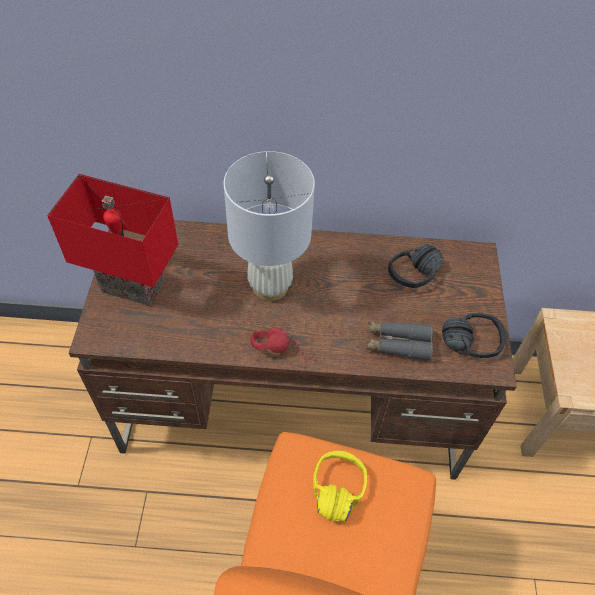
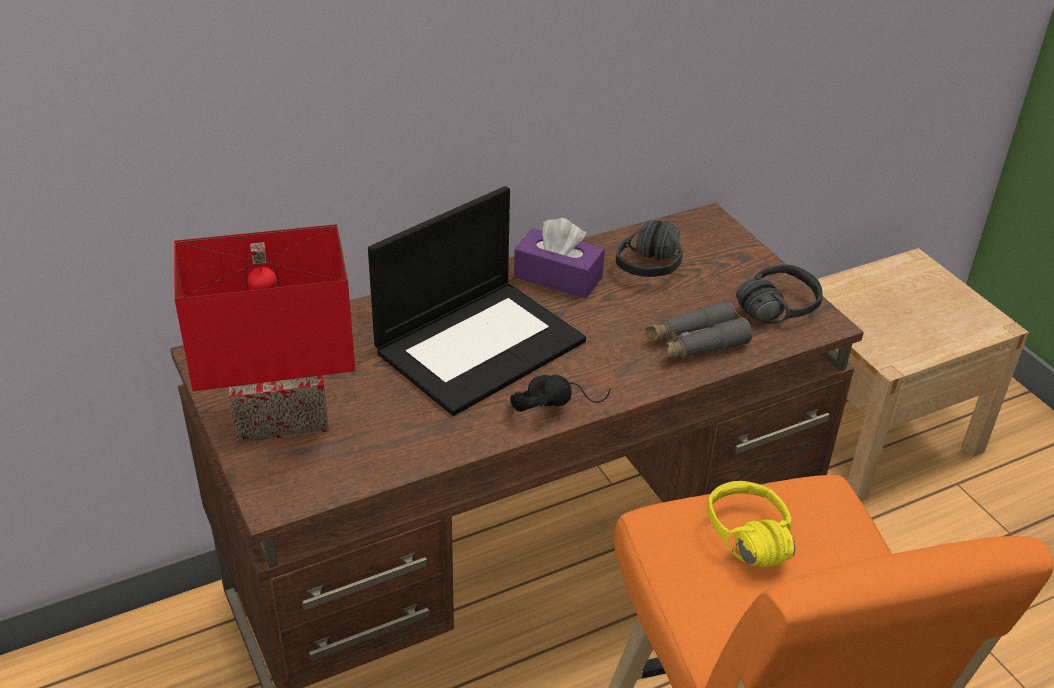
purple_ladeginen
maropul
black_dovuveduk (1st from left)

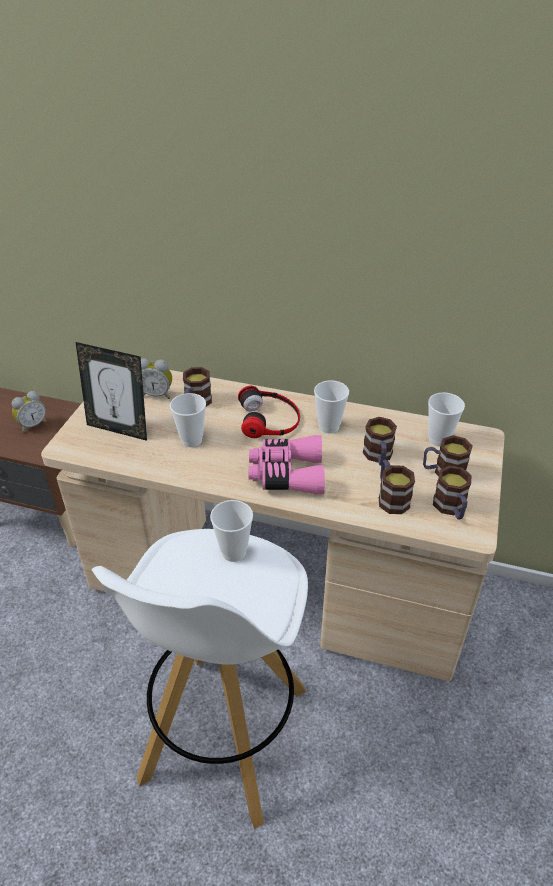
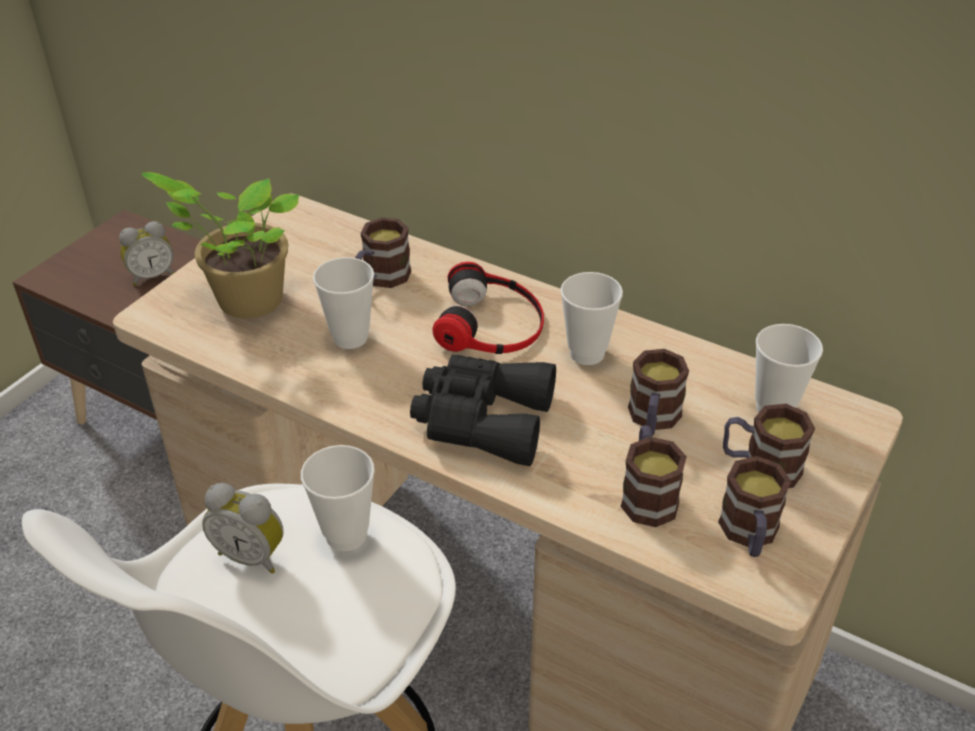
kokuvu (2nd from left)
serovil
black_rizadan

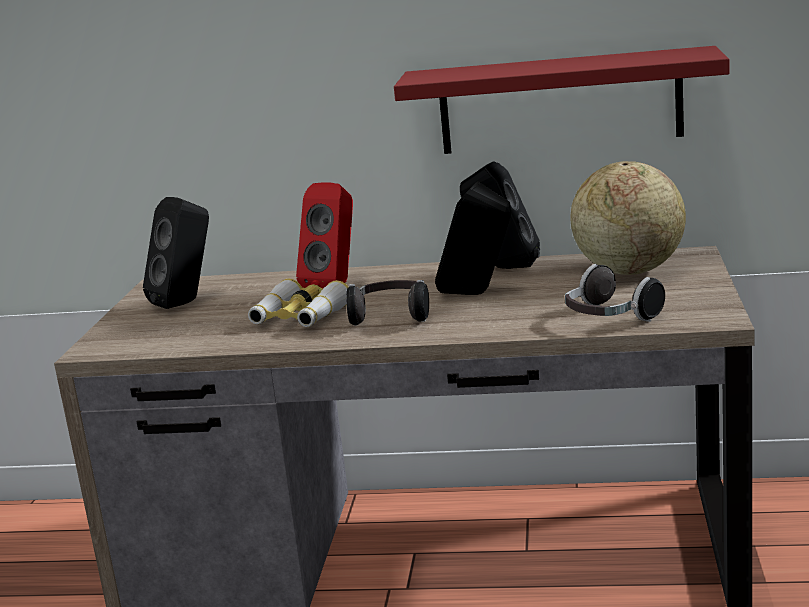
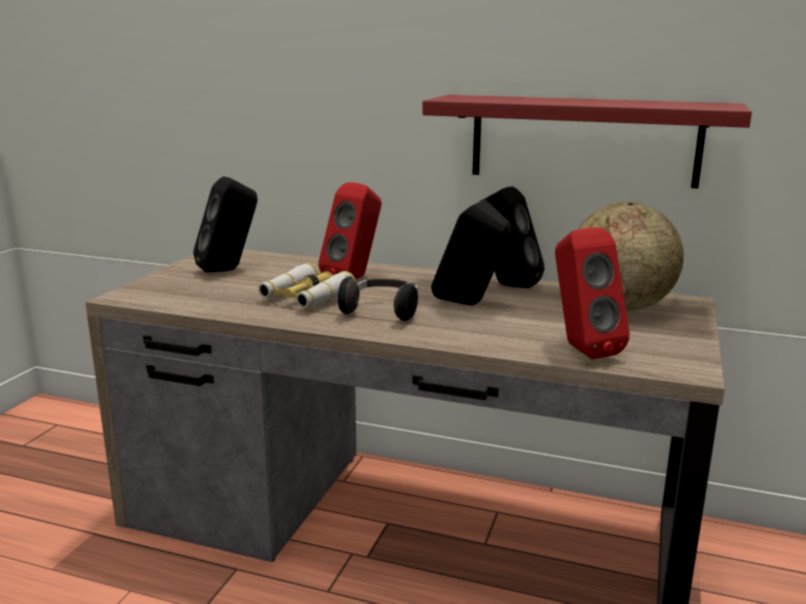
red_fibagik (2nd from left)

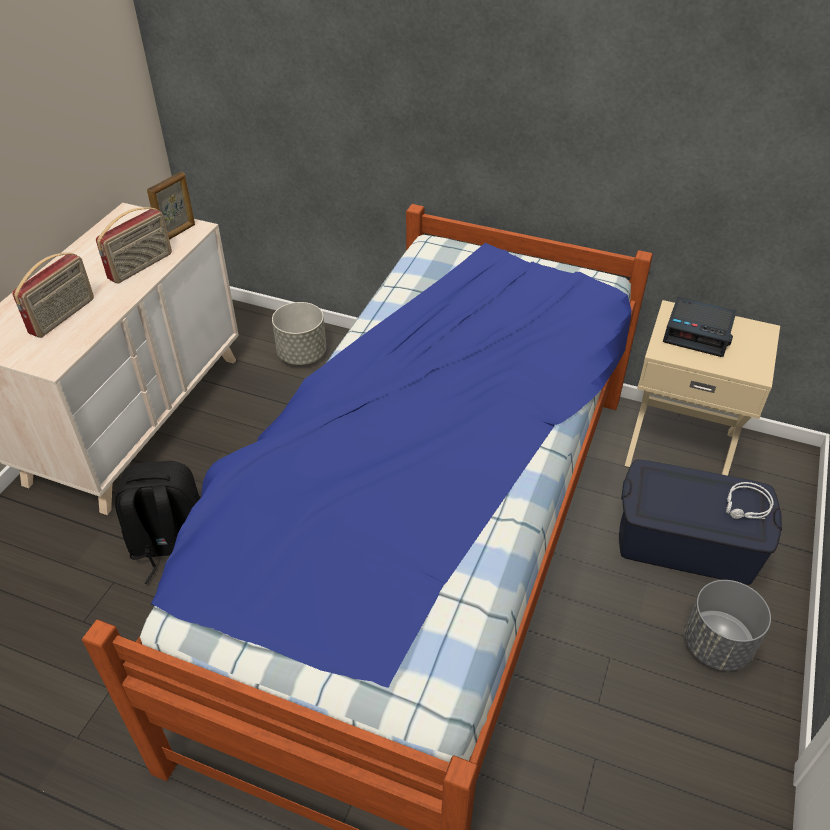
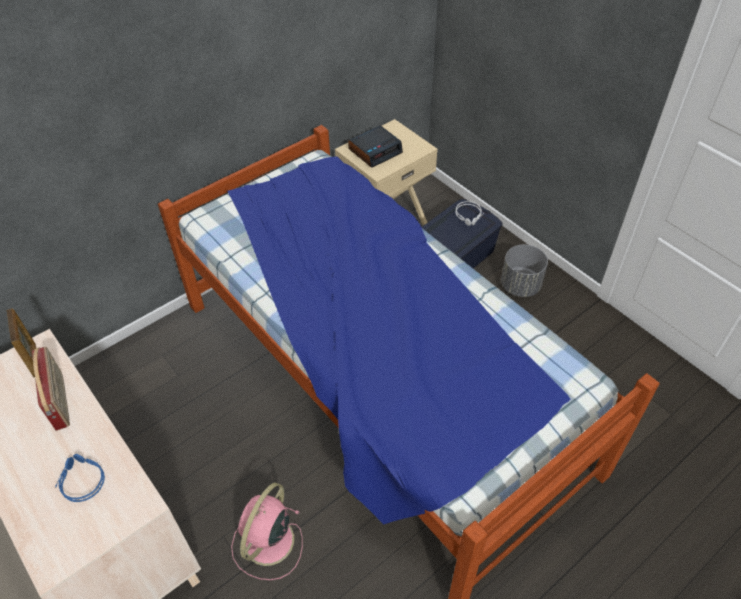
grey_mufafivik (1st from left in the first image)
blue_dovuveduk
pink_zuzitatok

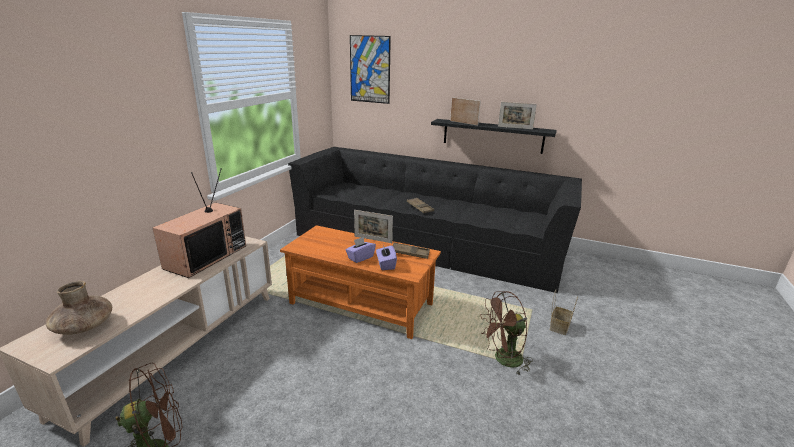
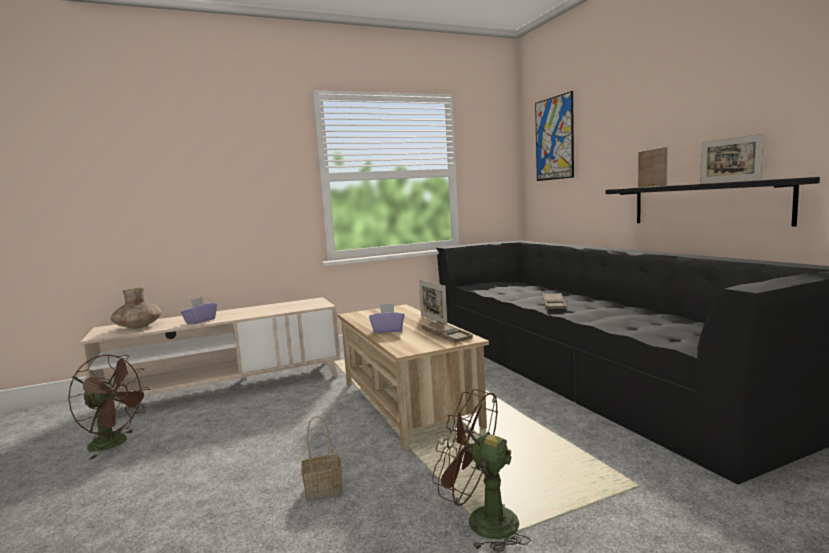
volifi
purple_ladeginen (1st from left)
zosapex
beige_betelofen

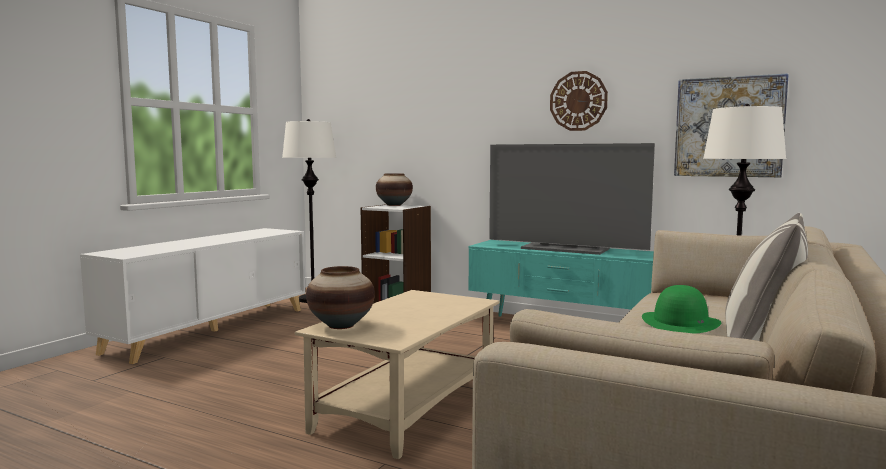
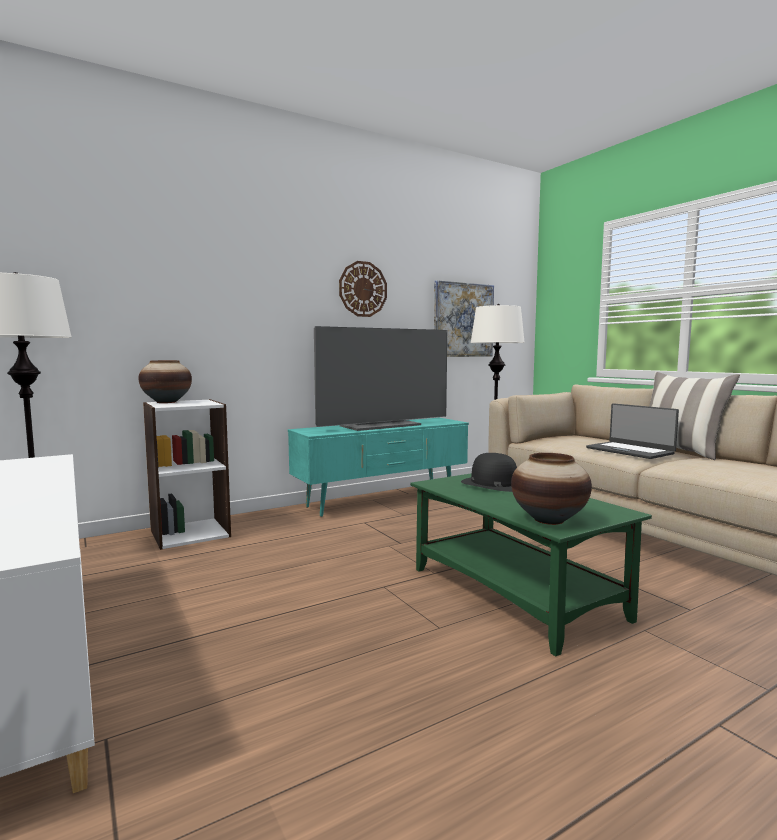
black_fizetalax
maropul
green_betelofen

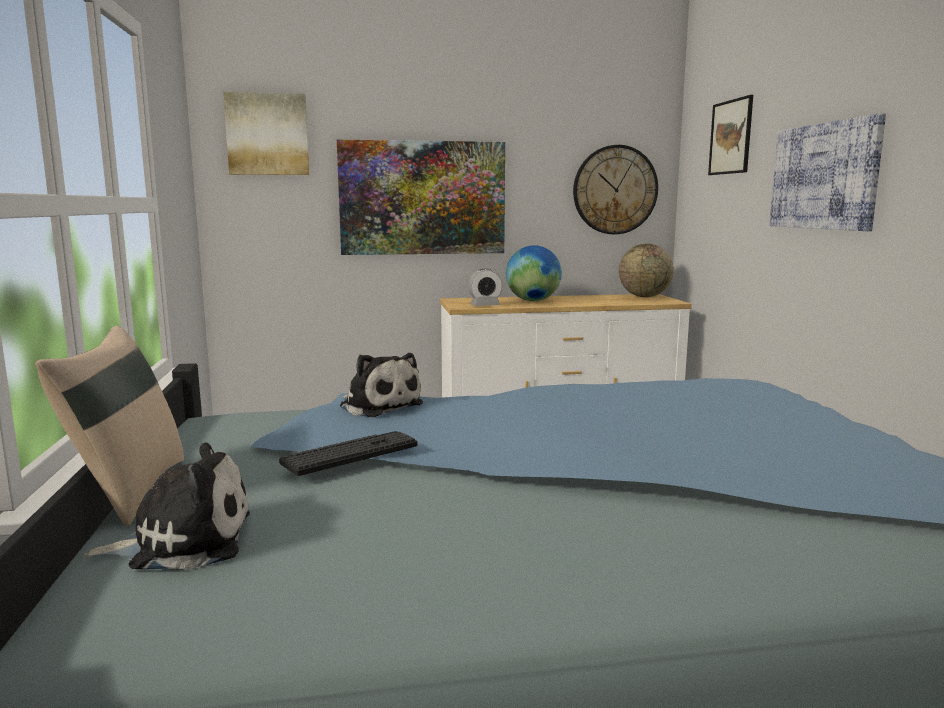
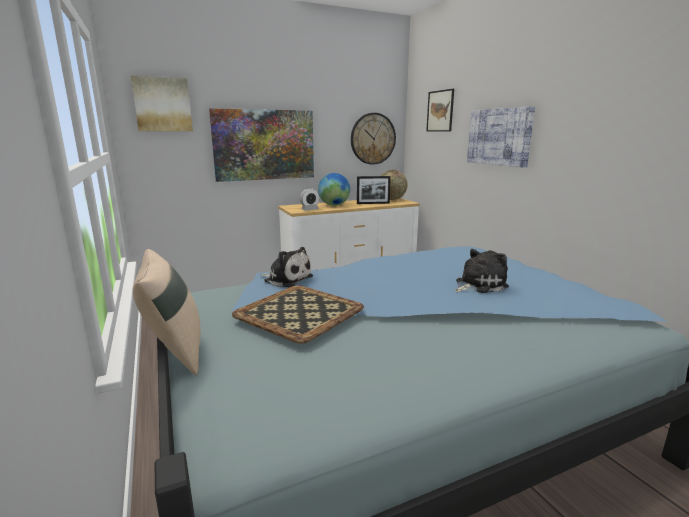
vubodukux
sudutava (2nd from left)
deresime

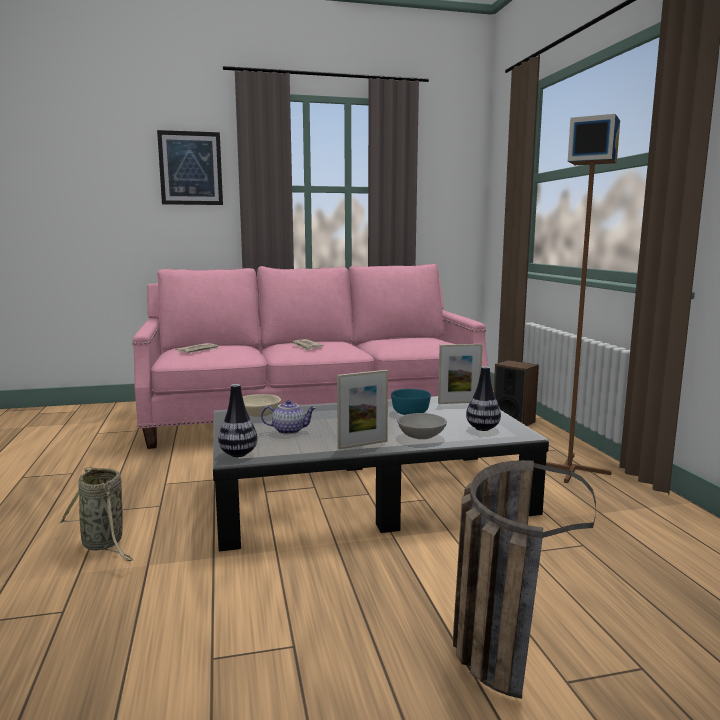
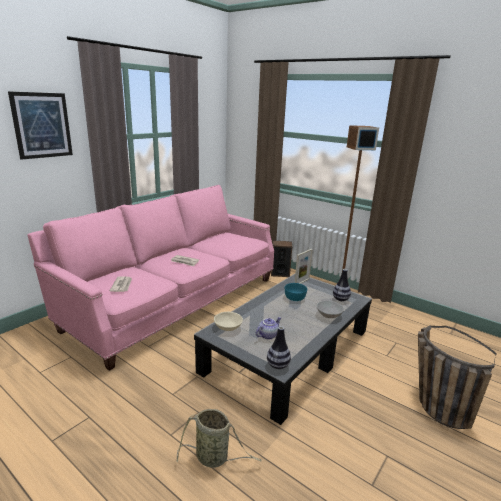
vubodukux (1st from left in the first image)

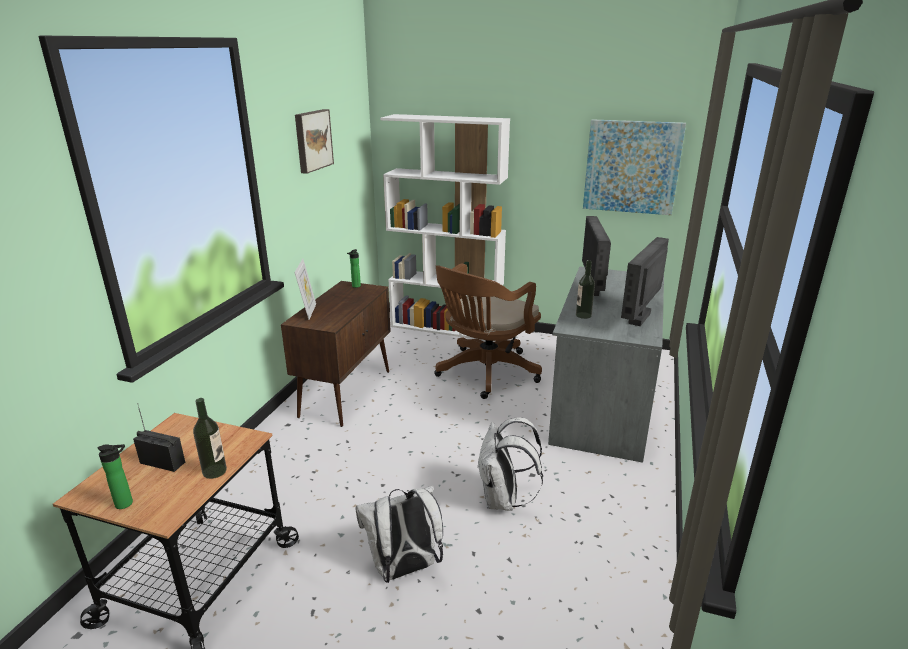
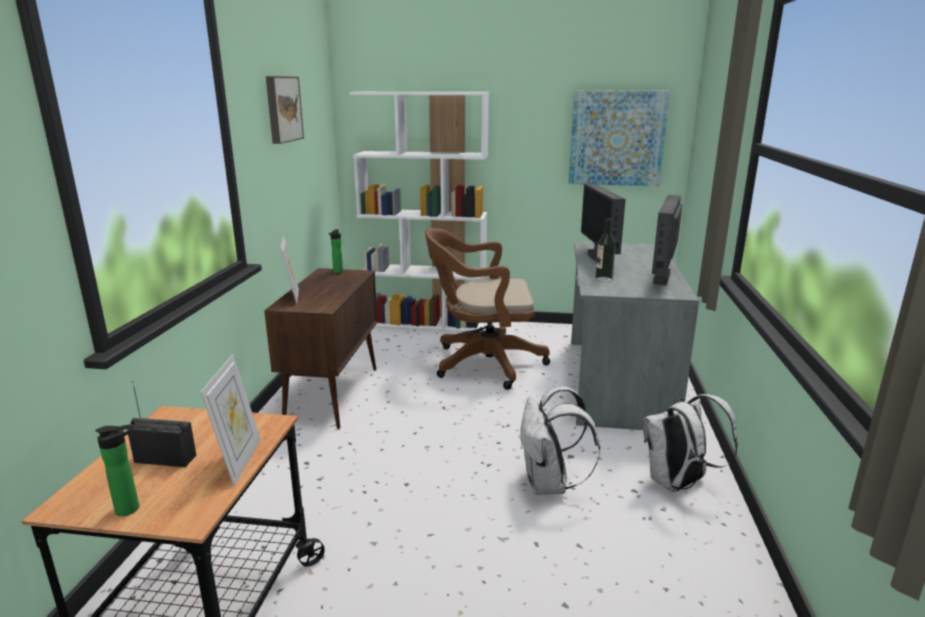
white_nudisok (2nd from left)
vubodukux (1st from left)
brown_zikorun

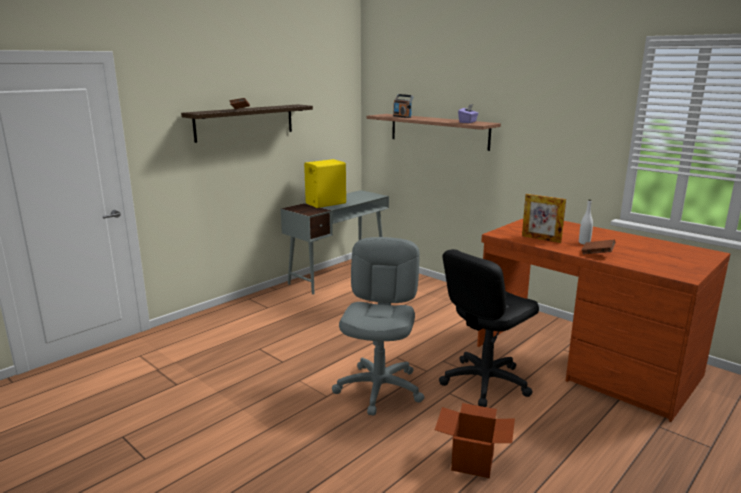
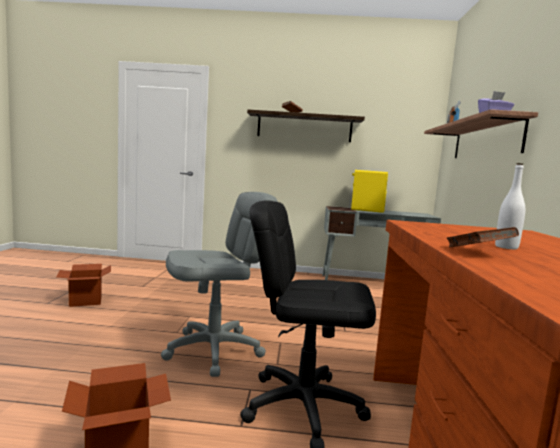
vubodukux
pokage (1st from left)

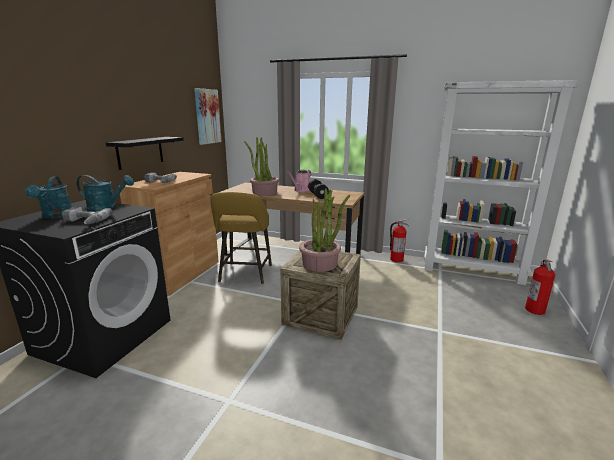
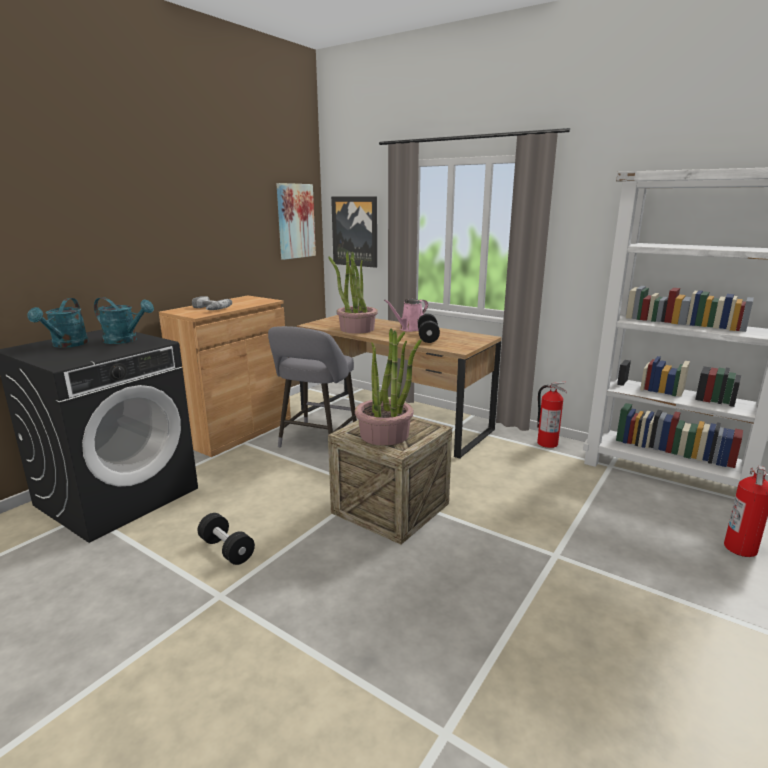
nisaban (1st from left in the first image)
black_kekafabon
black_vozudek (1st from left)
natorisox (2nd from left)
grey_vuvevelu

